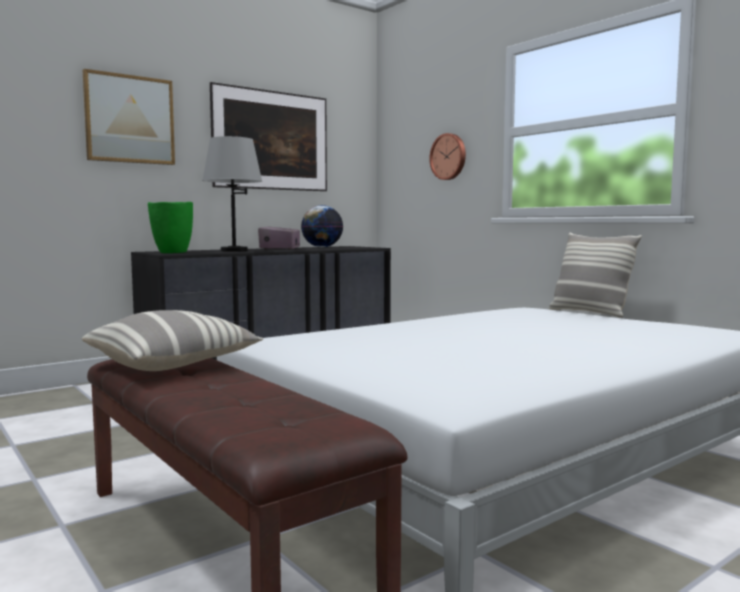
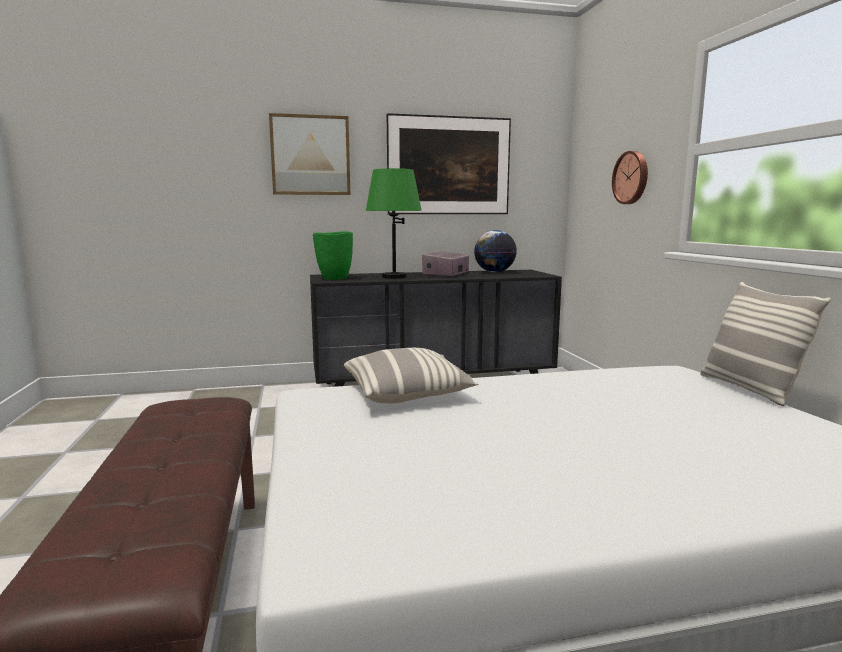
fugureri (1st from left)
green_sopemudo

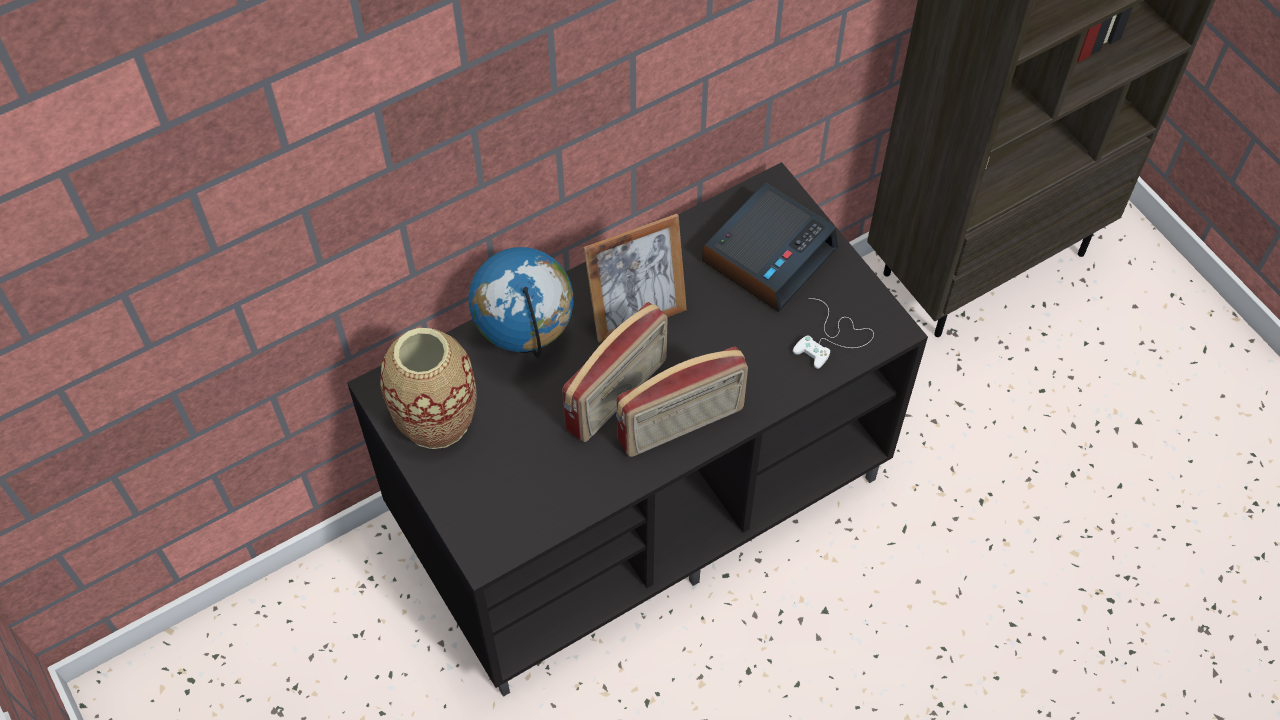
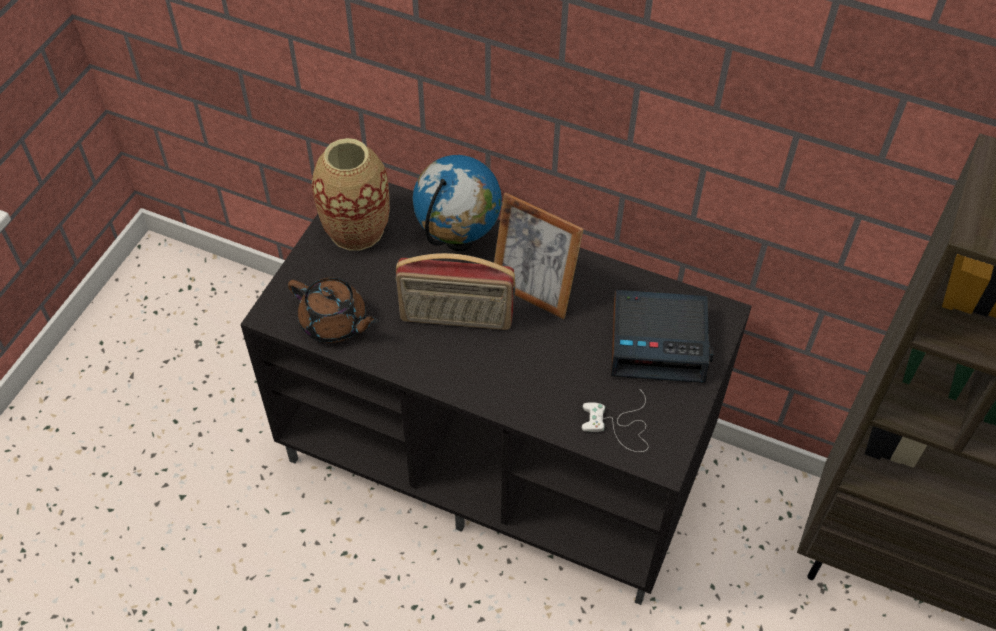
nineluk (2nd from left in the first image)
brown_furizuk

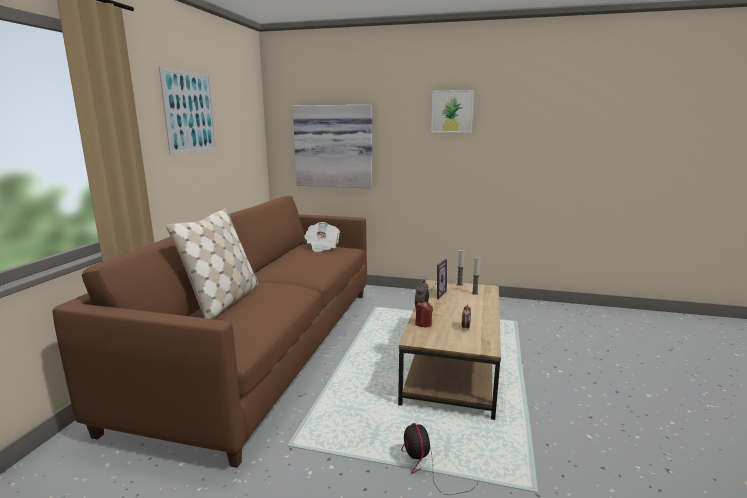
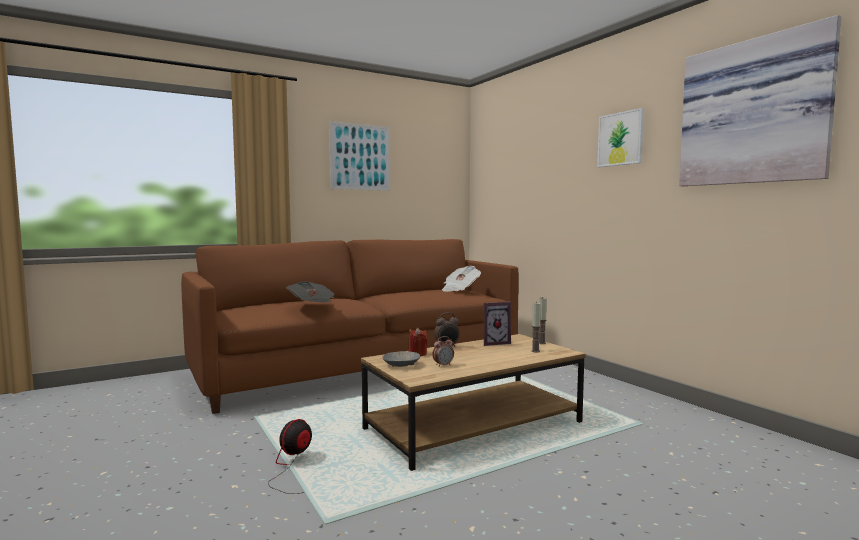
beige_fugureri
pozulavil (1st from left)
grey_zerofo
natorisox (3rd from left)

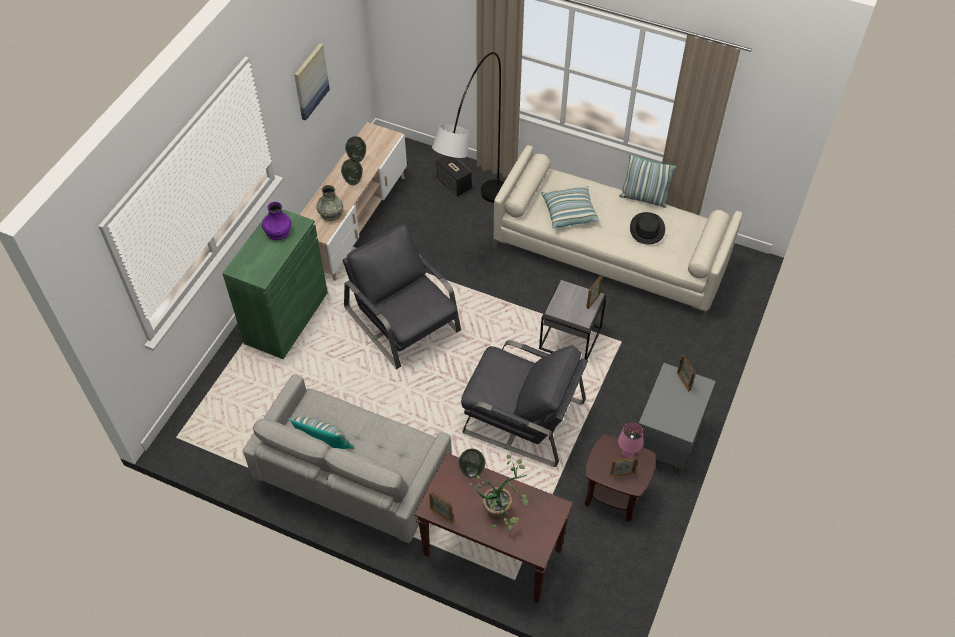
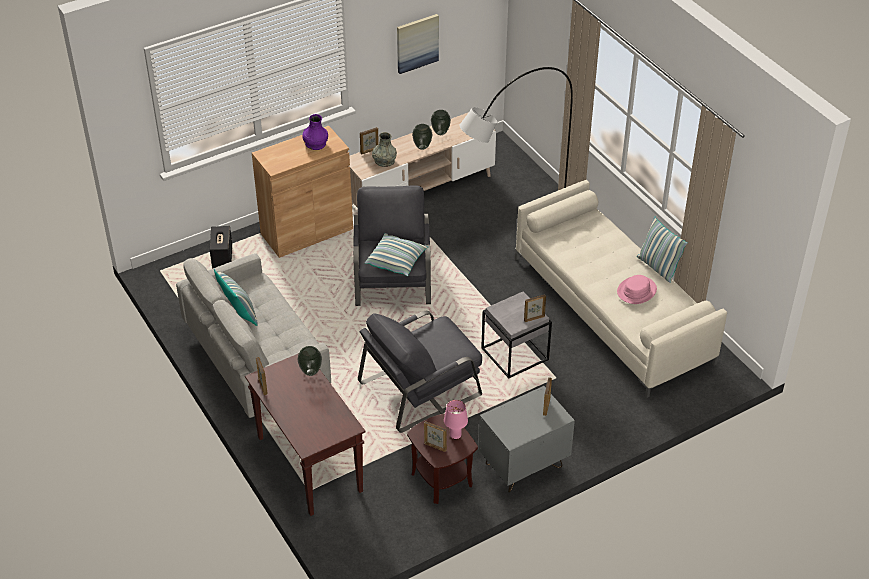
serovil
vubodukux (2nd from left)
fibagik
fugureri (2nd from left)
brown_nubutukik
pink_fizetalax
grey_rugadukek (2nd from left)

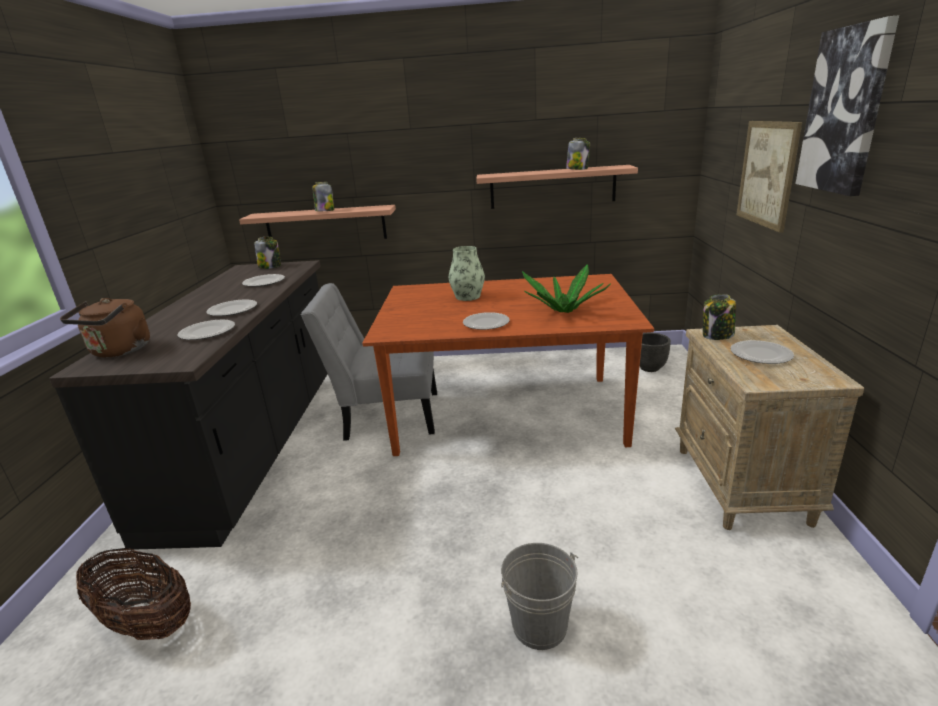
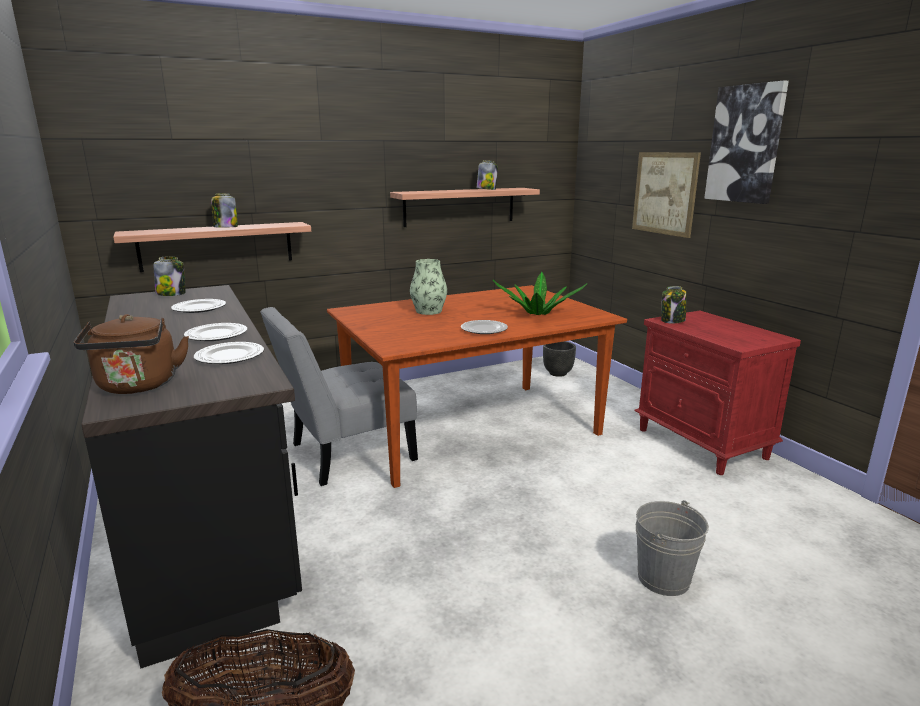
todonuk (5th from left in the first image)
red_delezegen

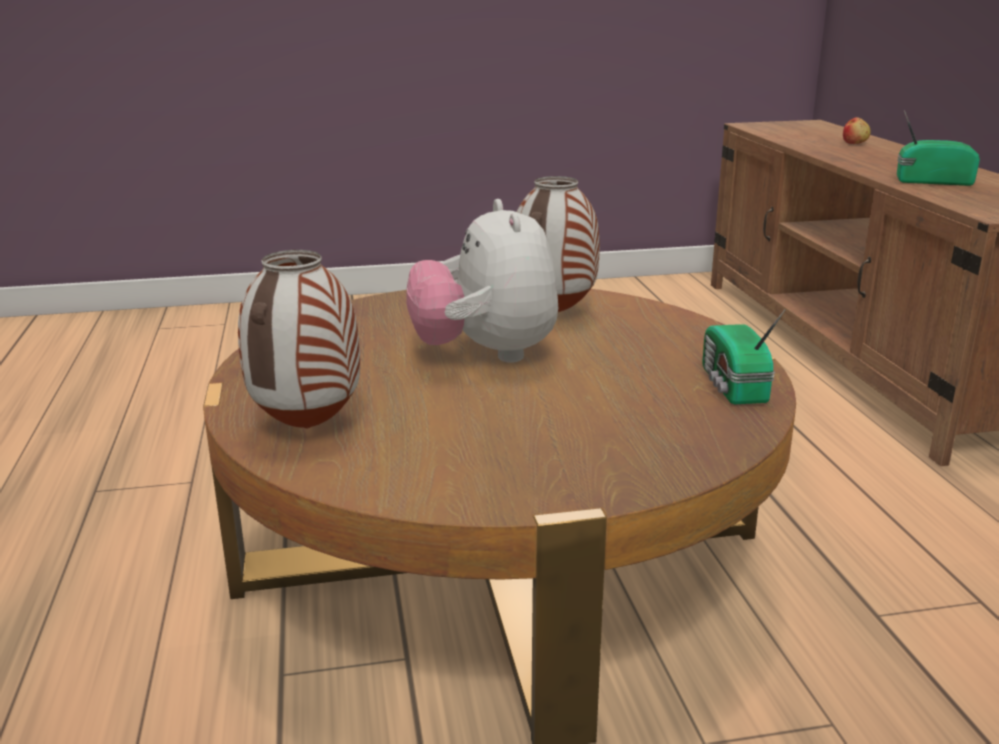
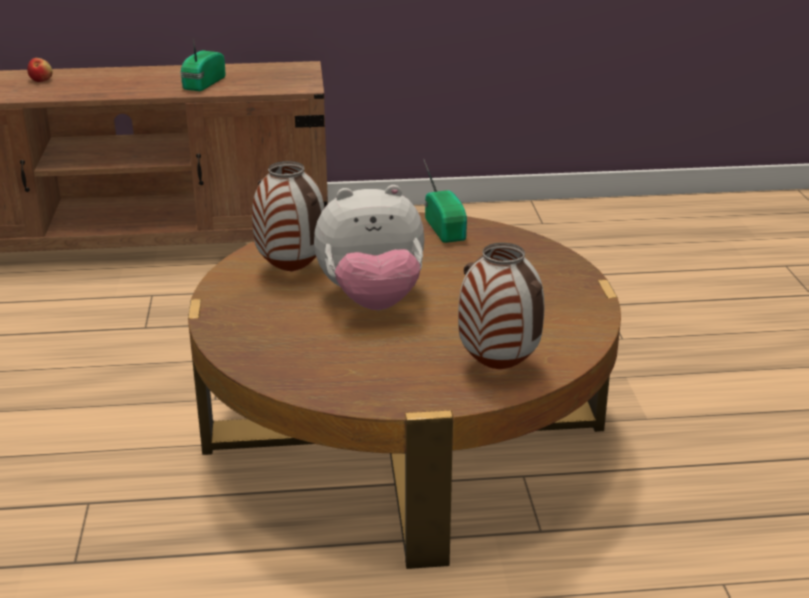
nineluk (2nd from left)

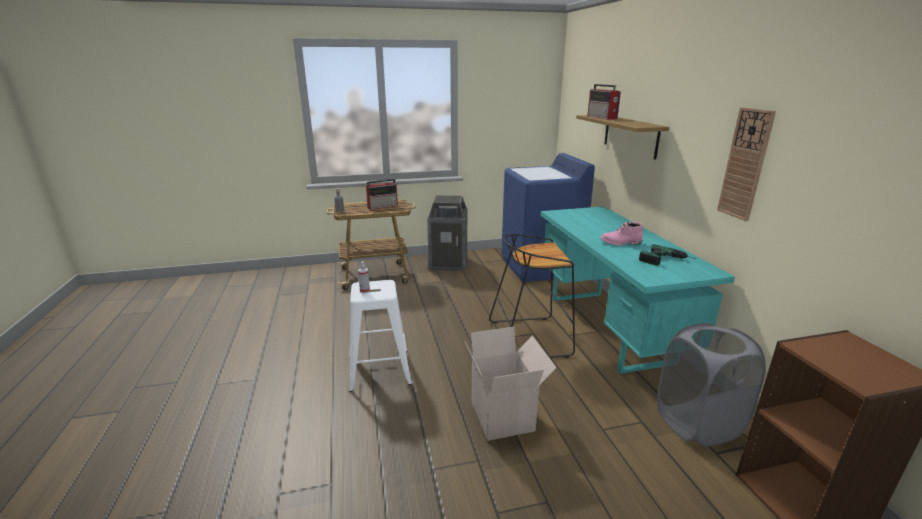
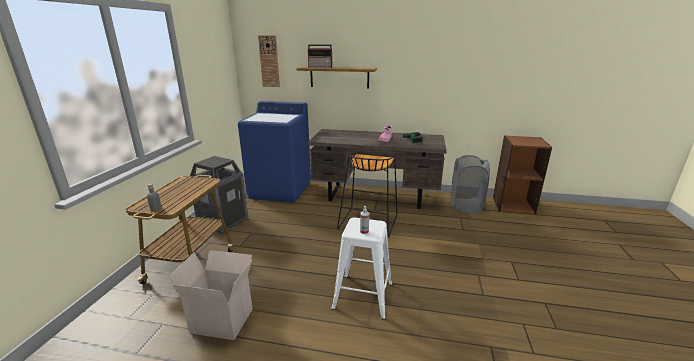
nineluk (1st from left in the first image)
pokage
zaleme
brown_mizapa

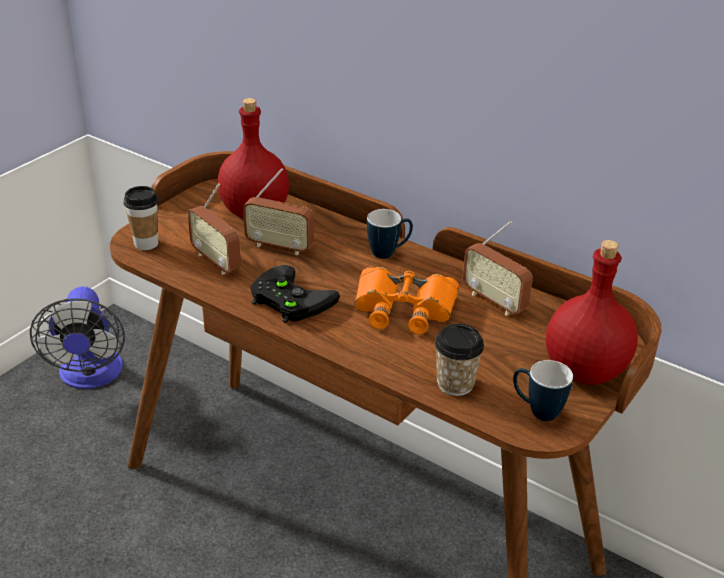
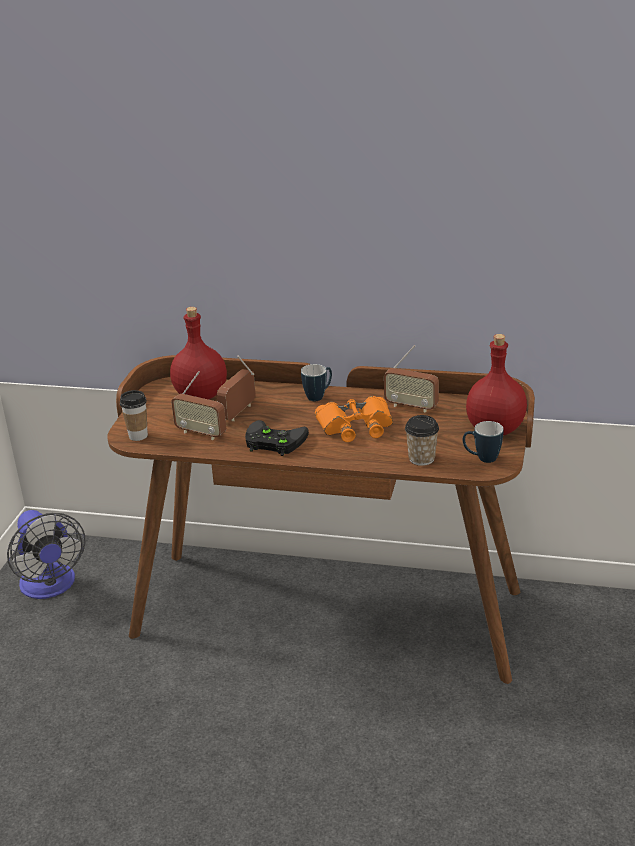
nineluk (2nd from left)

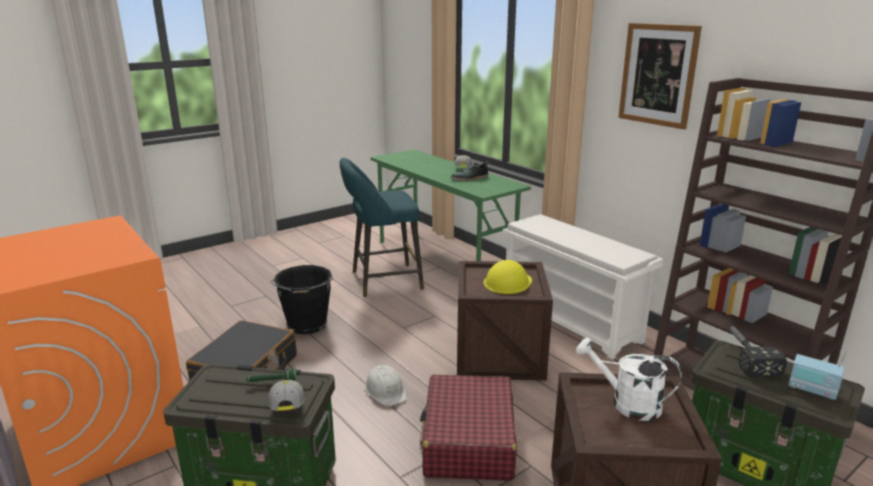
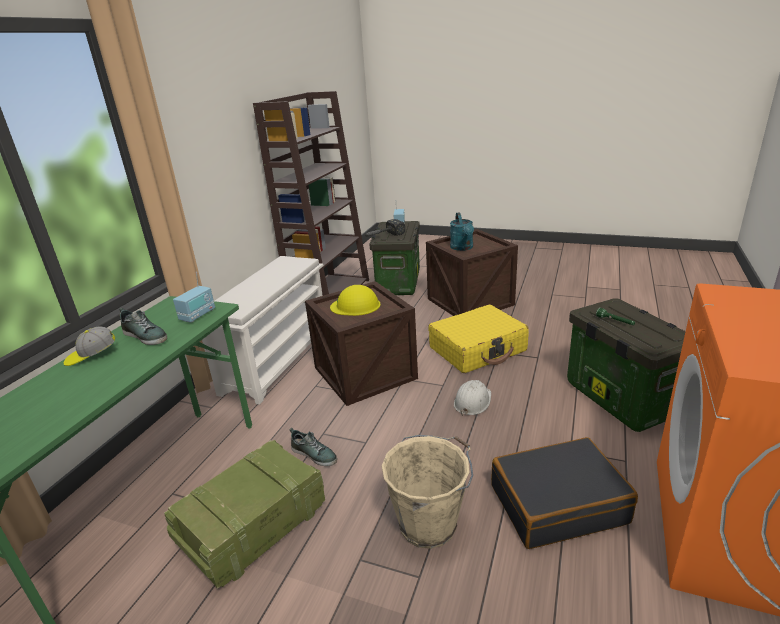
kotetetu (1st from left in the first image)
natorisox
nineluk (1st from left)
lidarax (2nd from left)
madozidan (1st from left)
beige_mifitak
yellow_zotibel
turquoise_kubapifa

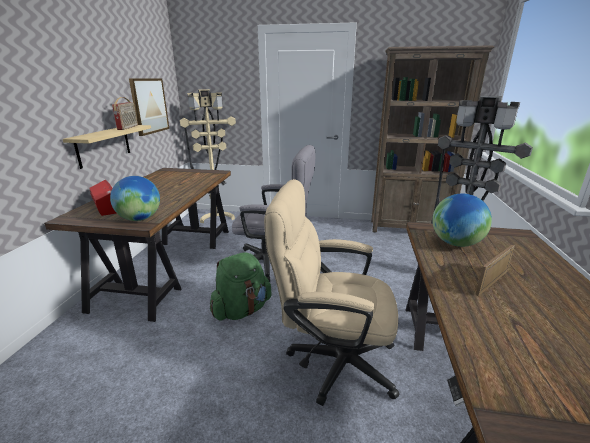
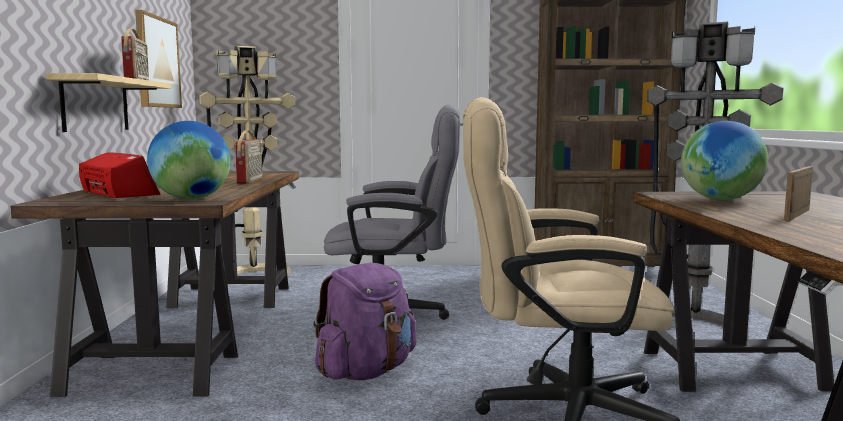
nineluk (3rd from left)
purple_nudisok

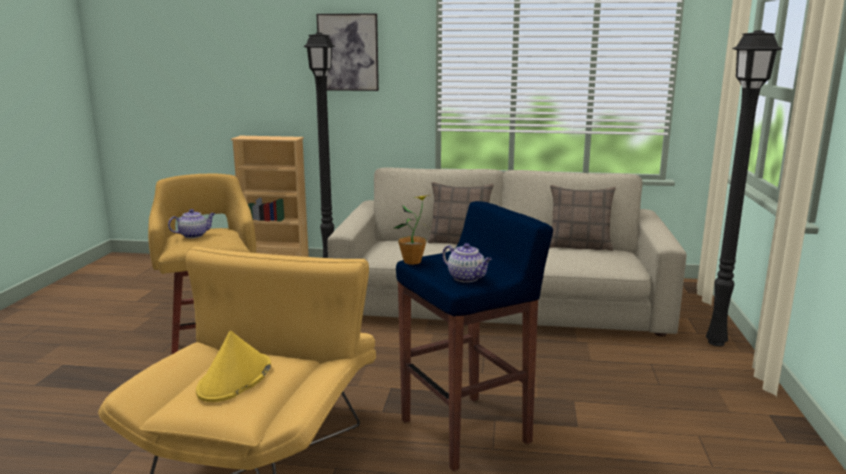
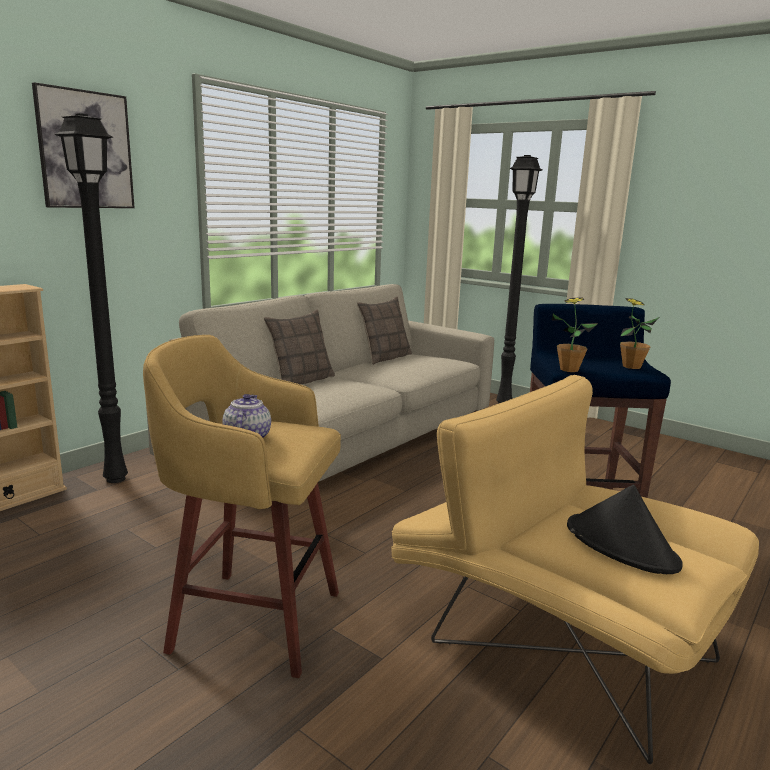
serovil (2nd from left)
black_fizetalax

